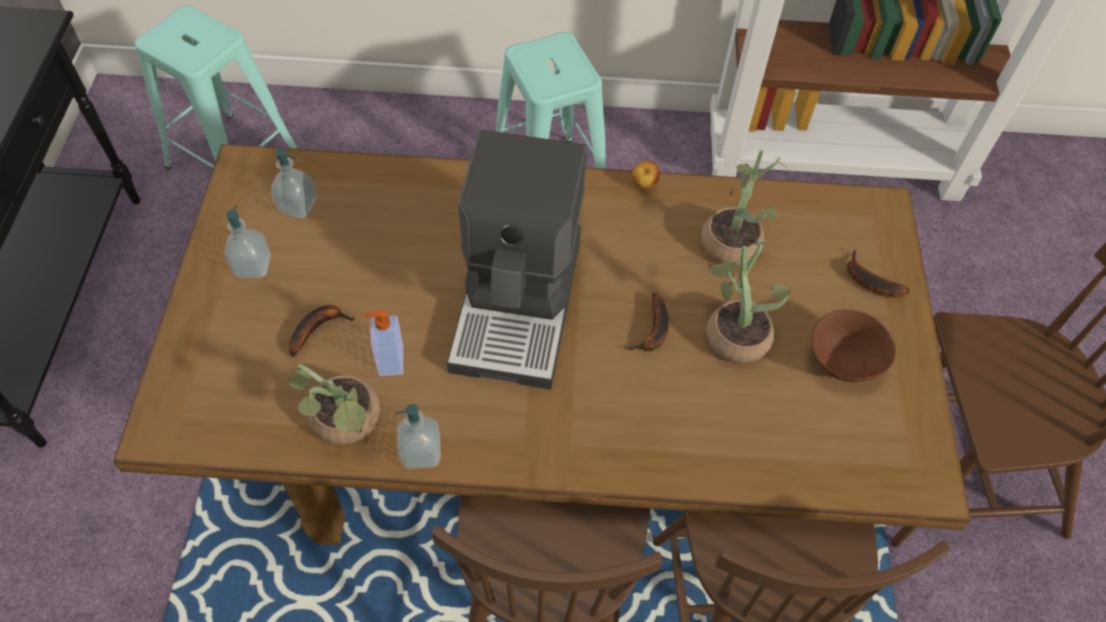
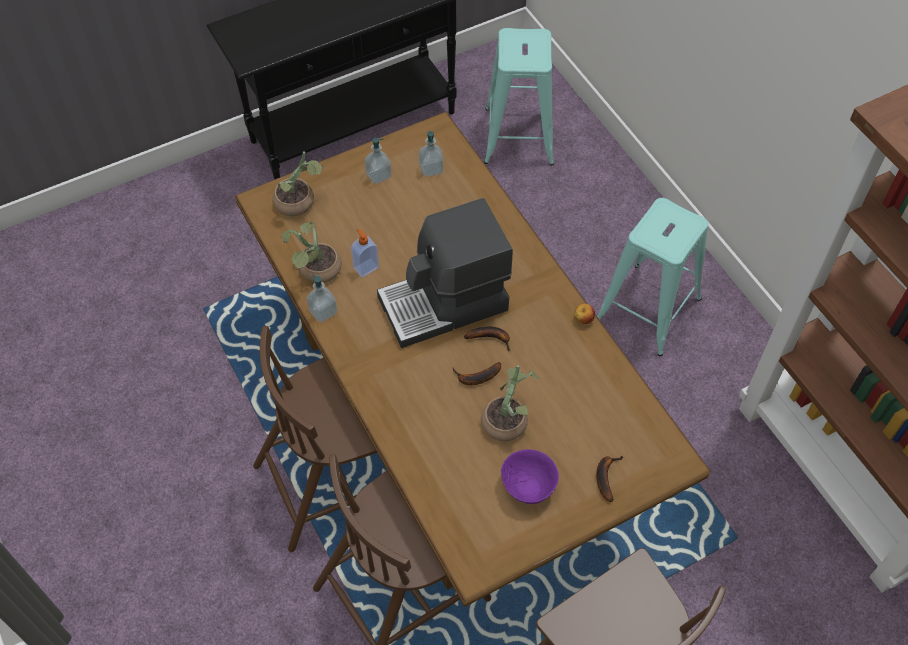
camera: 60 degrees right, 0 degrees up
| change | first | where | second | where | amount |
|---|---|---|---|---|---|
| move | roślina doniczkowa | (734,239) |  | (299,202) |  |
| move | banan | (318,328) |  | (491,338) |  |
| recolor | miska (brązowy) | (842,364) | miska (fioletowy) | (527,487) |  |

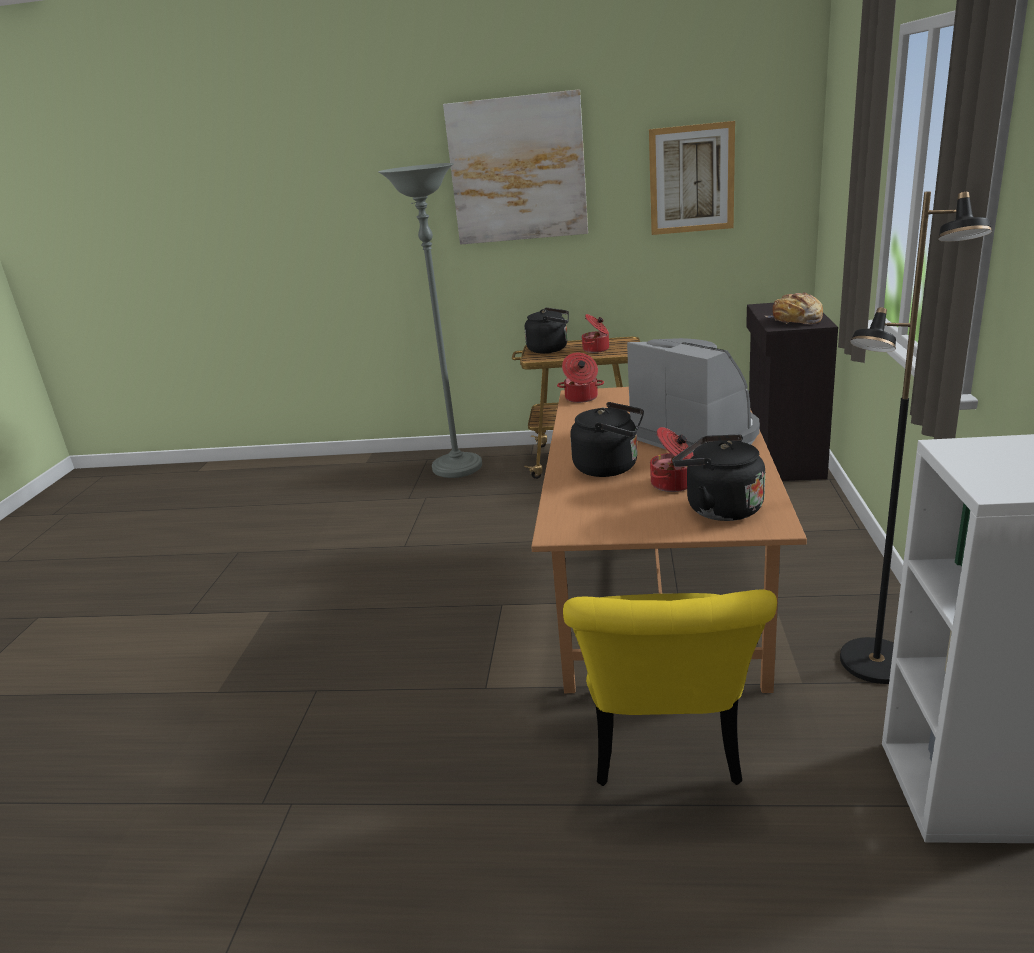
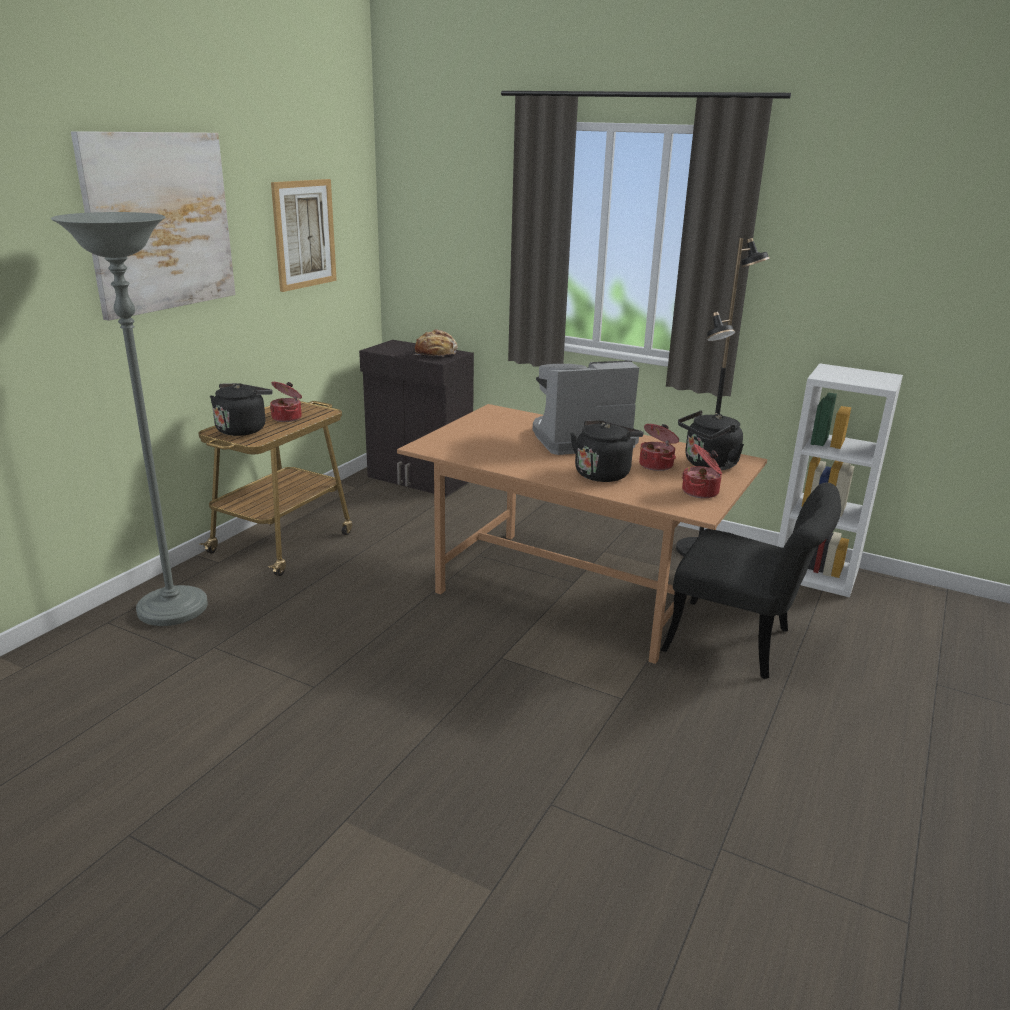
camera: 70 degrees left, 0 degrees up
| change | first | where | second | where | amount |
|---|---|---|---|---|---|
| recolor | krzesło (żółty) | (665,749) | krzesło (czarny) | (741,643) |  |
| move | garnek | (581,398) |  | (701,492) |  |

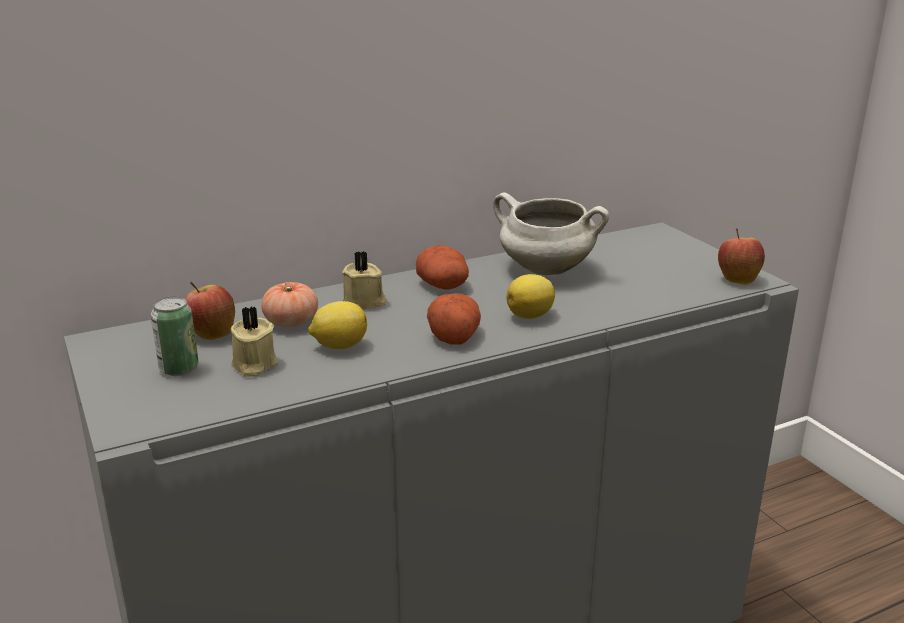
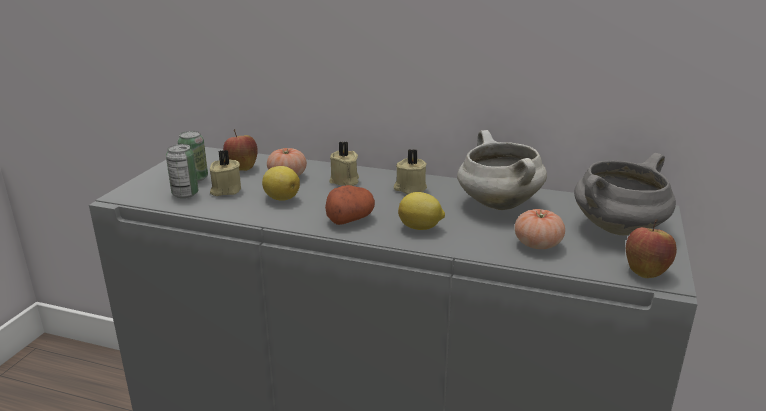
camera: 45 degrees right, 0 degrees up
| change | first | where | second | where | amount |
|---|---|---|---|---|---|
| insert |  |  | puszka | (185,194) |  |
| replace | ziemniak | (444,286) | świeca (beżowy) | (409,188) |  |
| insert |  |  | pomidor | (537,244) |  |
| insert |  |  | garnek (szary) | (618,229) |  |

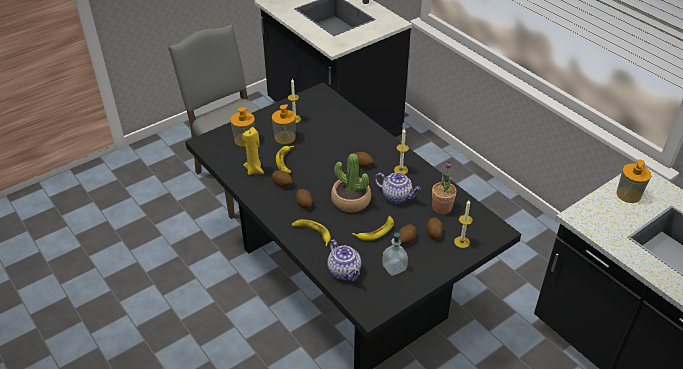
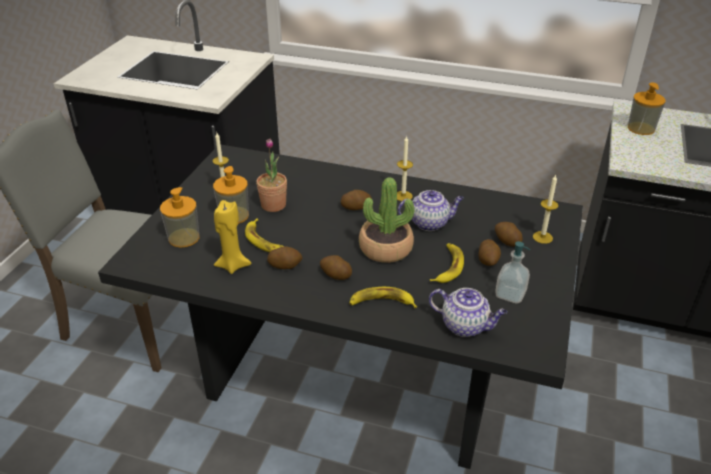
camera: 35 degrees left, 5 degrees down
| change | first | where | second | where | amount |
|---|---|---|---|---|---|
| move | roślina doniczkowa | (442,207) |  | (273,205) |  |

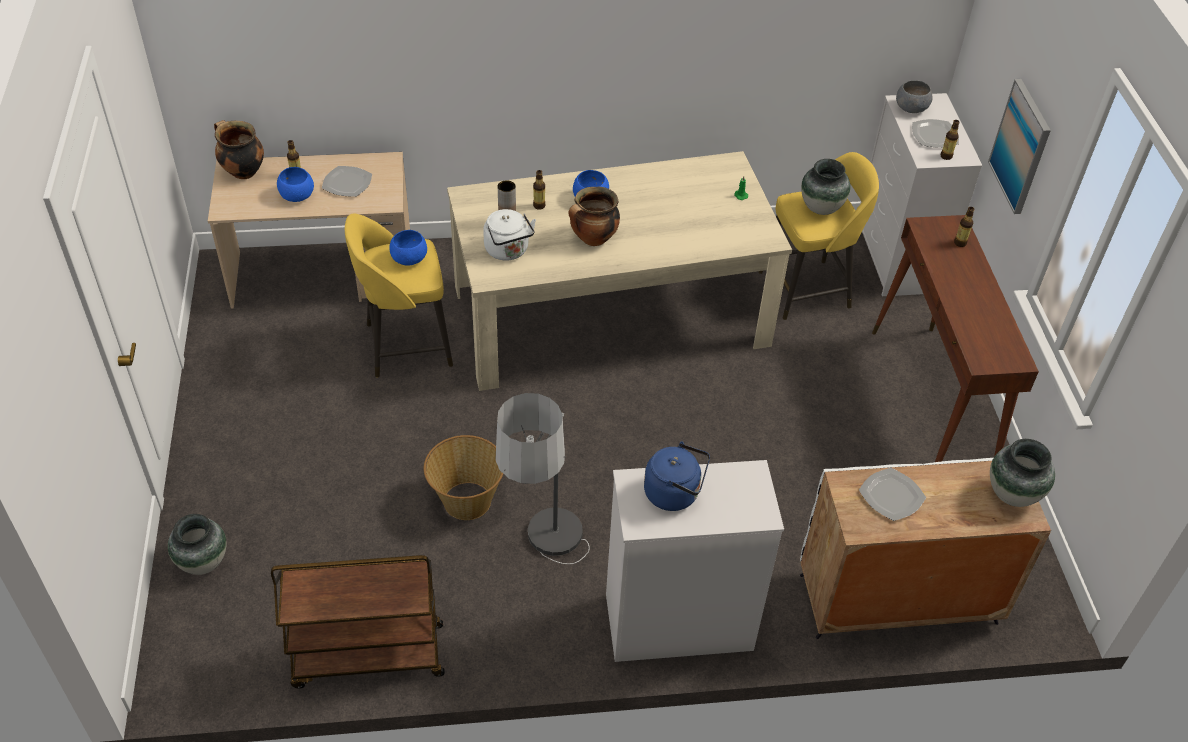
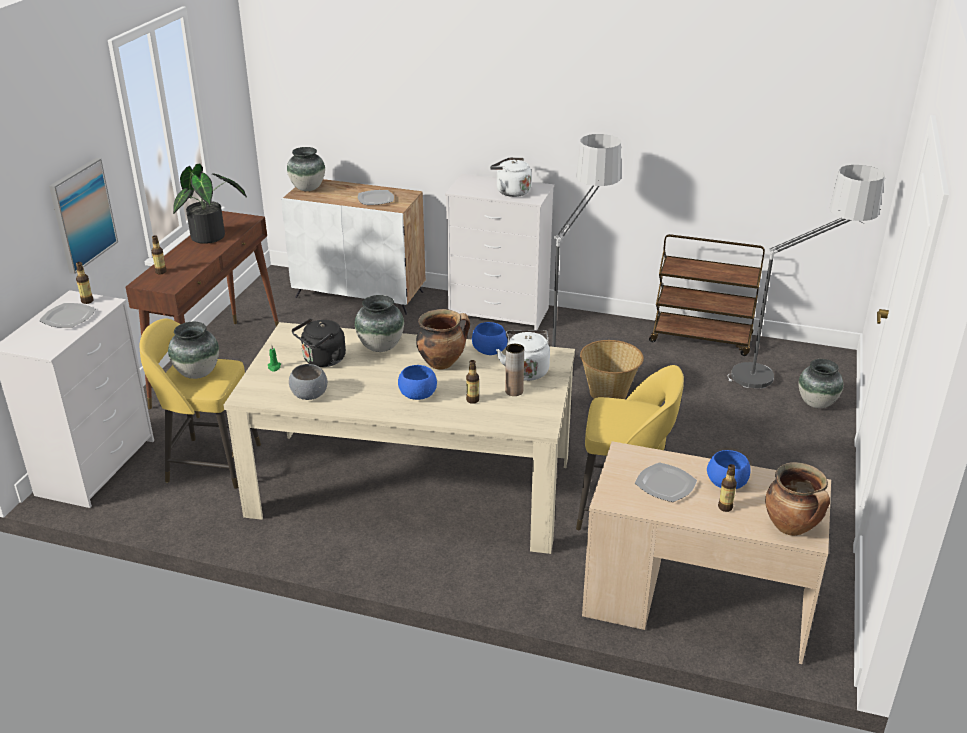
camera: 155 degrees left, 15 degrees down
| change | first | where | second | where | amount |
|---|---|---|---|---|---|
| insert |  |  | roślina doniczkowa | (212,237) |  |
| move | miska (szary) | (910,108) |  | (309,395) |  |
| insert |  |  | czajnik (czarny) | (322,360) |  |
| insert |  |  | wazon | (381,347) |  |
| move | miska (niebieski) | (408,258) |  | (489,351) |  |
| recolor | czajnik (niebieski) | (675,493) | czajnik (biały) | (511,191) |  |
| insert |  |  | lampa stojąca | (784,376) |  |

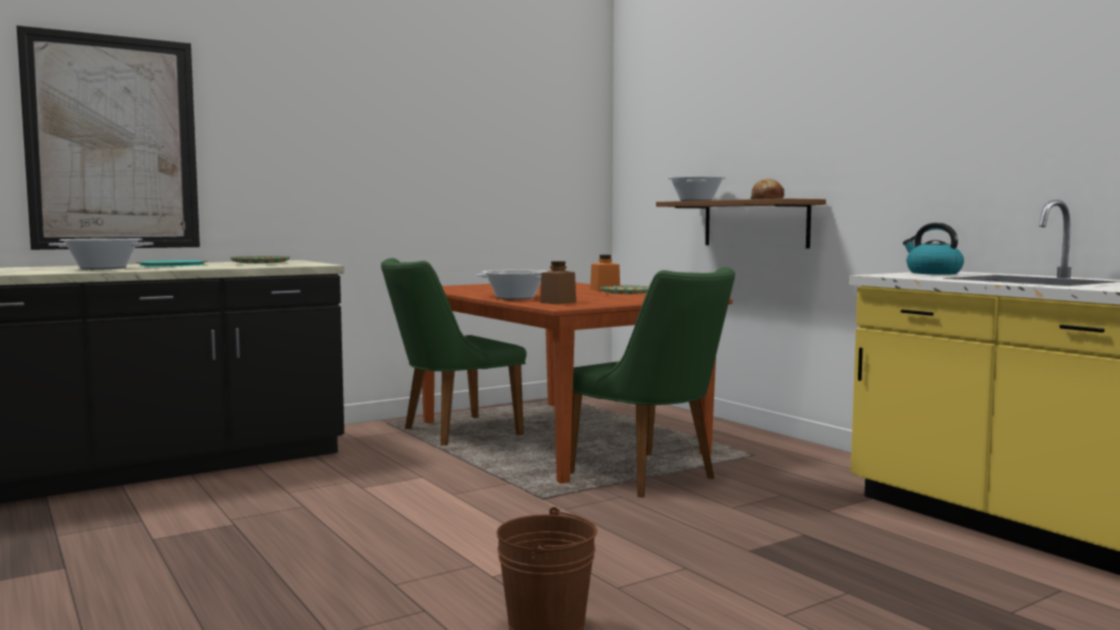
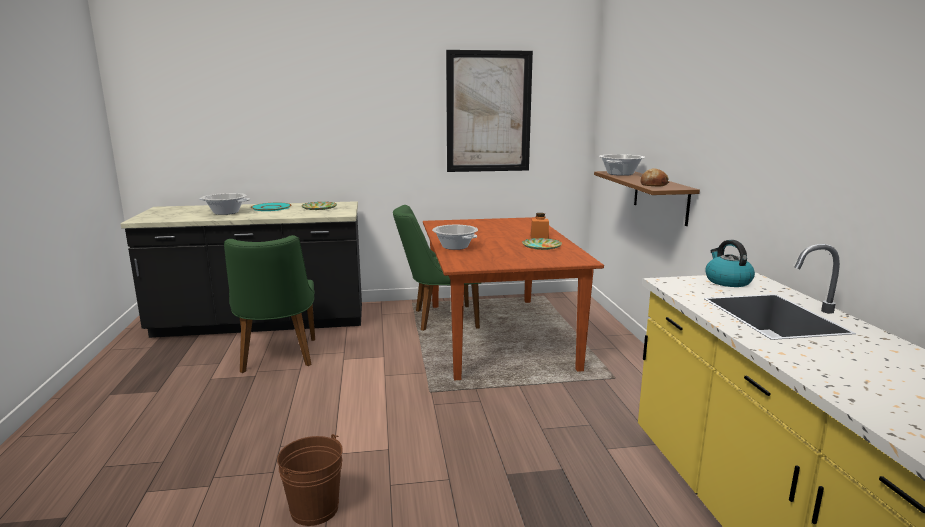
camera: 25 degrees right, 10 degrees up
| change | first | where | second | where | amount |
|---|---|---|---|---|---|
| move | krzesło (zielony) | (651,478) |  | (277,358) |  |
| move | obraz | (113,143) |  | (488,112) |  |
| delete | słoik (brązowy) | (558,302) |  |  |  |

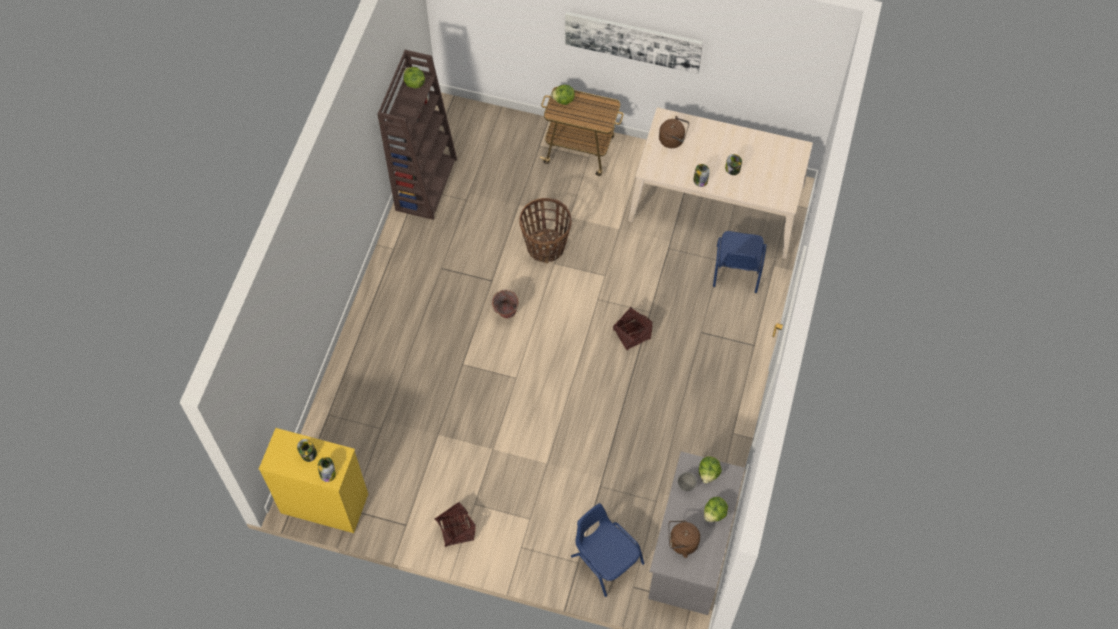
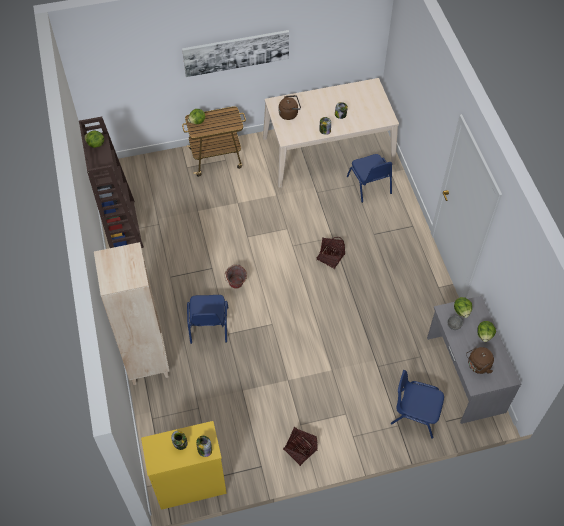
camera: 30 degrees left, 5 degrees down
| change | first | where | second | where | amount |
|---|---|---|---|---|---|
| insert |  |  | regał (beżowy) | (147,362) |  |
| insert |  |  | krzesło (niebieski) | (208,326) |  |
| delete | koszyk | (546,246) |  |  |  |

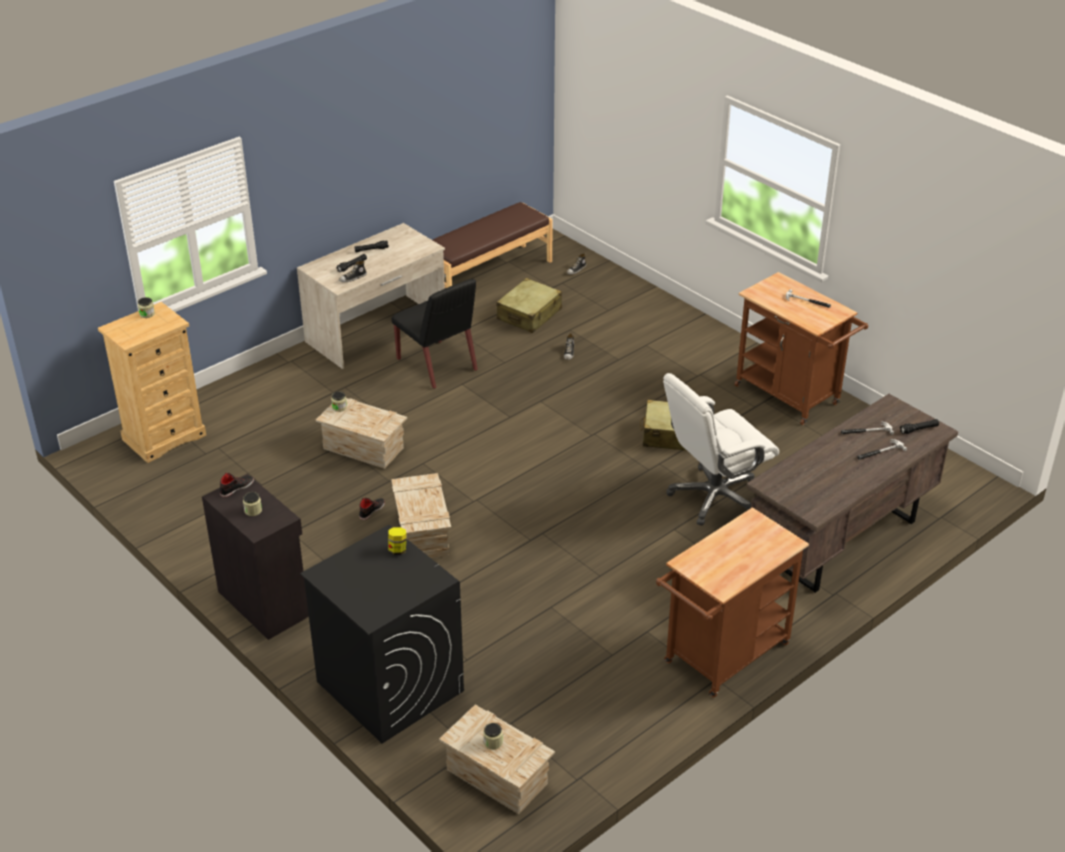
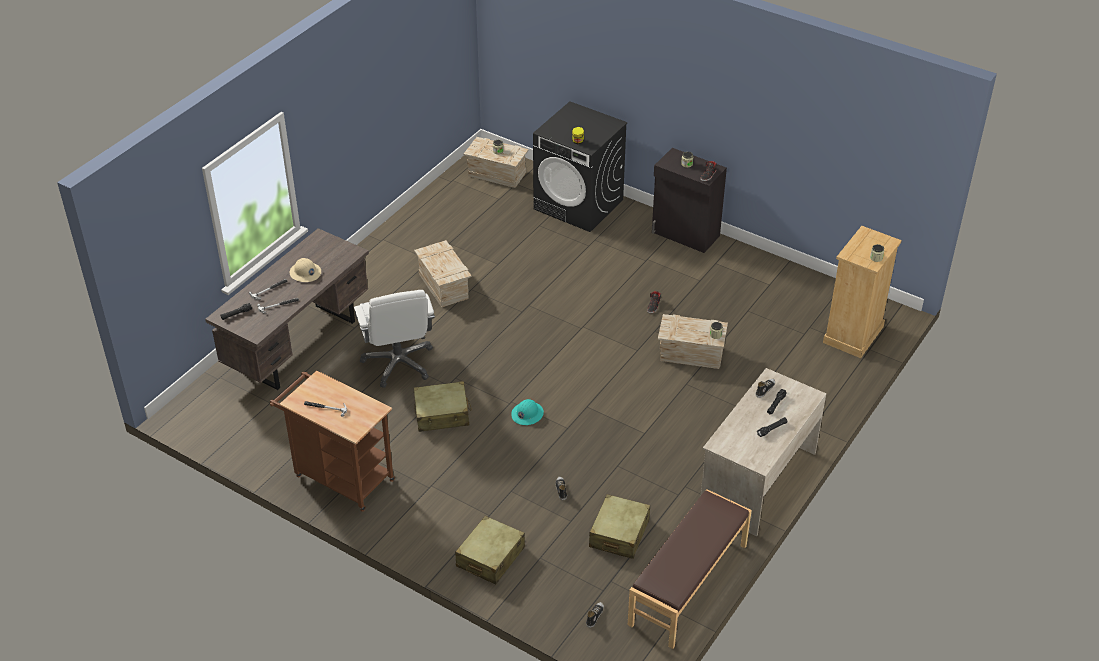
camera: 165 degrees right, 5 degrees up
| change | first | where | second | where | amount |
|---|---|---|---|---|---|
| insert |  |  | kask (beżowy) | (305,273) |  |
| rotate | krzesło biurowe (biały) | (714,497) |  | (399,363) | 120 degrees clockwise |
| move | skrzynka | (423,534) |  | (443,286) |  |
| insert |  |  | walizka (beżowy) | (490,557) |  |
| insert |  |  | kask (turkusowy) | (527,414) |  |
| delete | krzesło (czarny) | (437,365) |  |  |  |
| delete | wózek (brązowy) | (721,658) |  |  |  |

